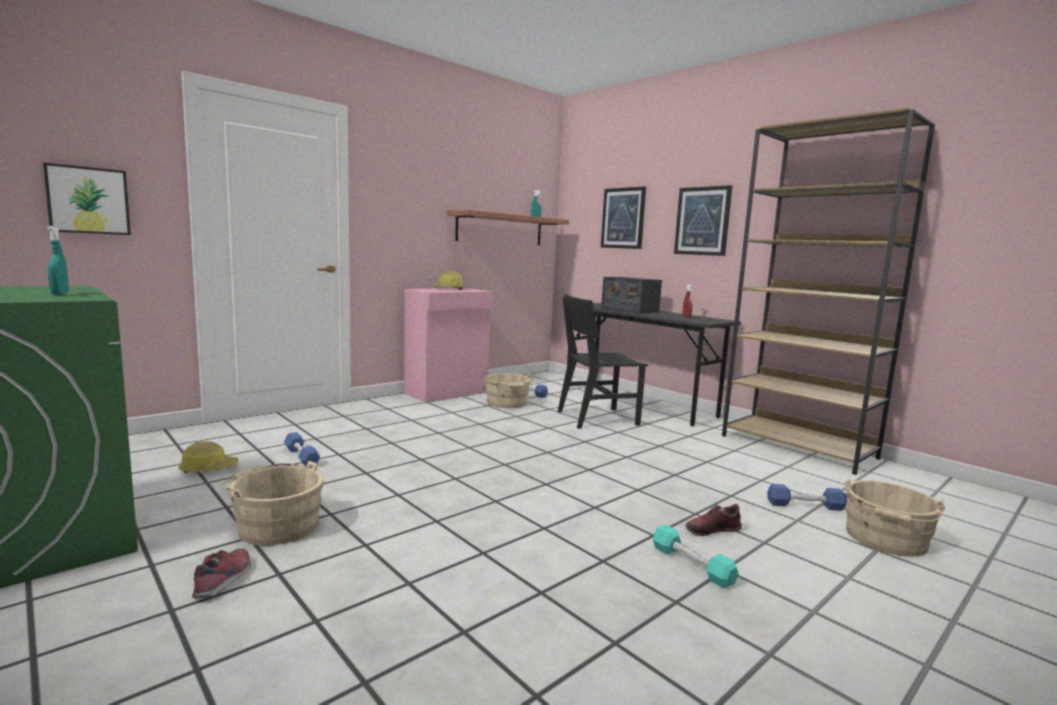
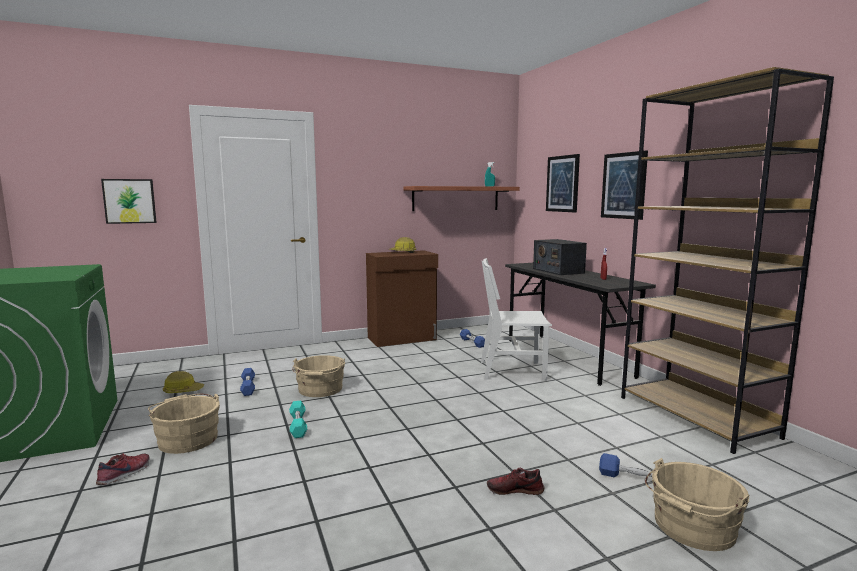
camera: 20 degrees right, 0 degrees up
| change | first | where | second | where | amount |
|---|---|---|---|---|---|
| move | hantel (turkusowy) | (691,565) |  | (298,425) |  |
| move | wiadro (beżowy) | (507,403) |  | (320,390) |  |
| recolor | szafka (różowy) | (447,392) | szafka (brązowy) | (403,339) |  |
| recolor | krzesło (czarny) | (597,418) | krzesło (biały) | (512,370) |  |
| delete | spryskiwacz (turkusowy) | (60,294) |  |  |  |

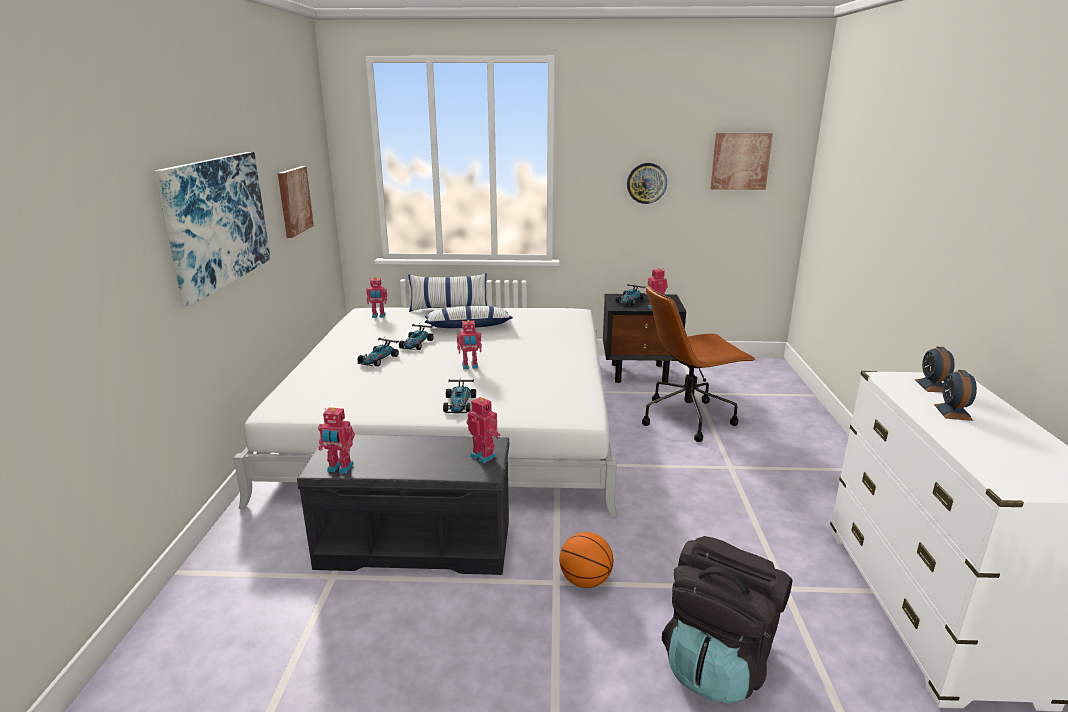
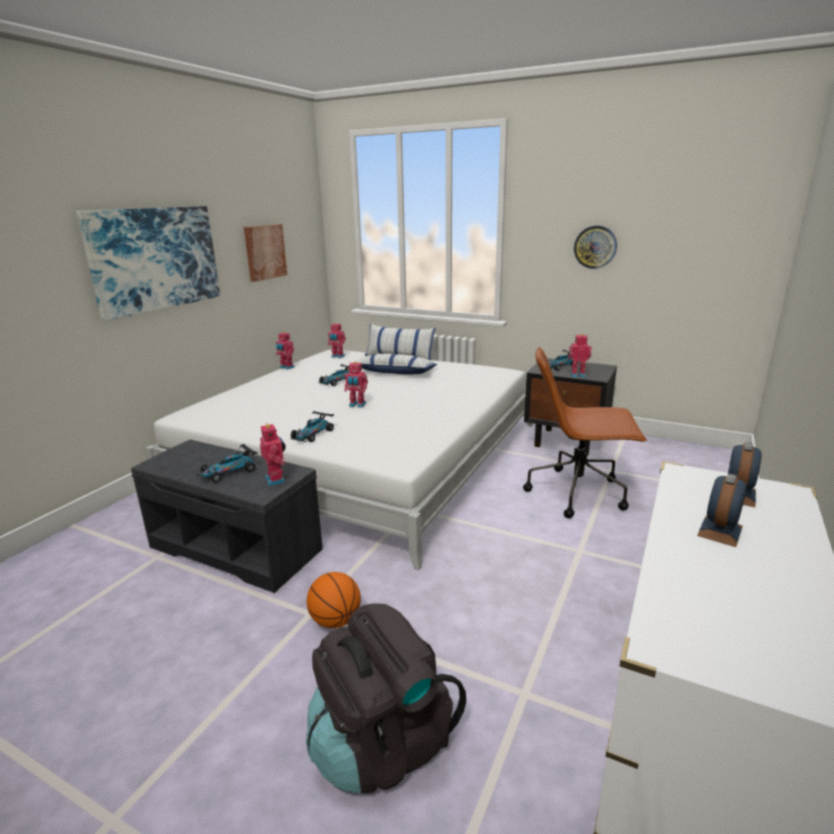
camera: 25 degrees right, 0 degrees up
| change | first | where | second | where | amount |
|---|---|---|---|---|---|
| move | samochodzik | (378,359) |  | (229,471) |  |
| move | robot zabawkowy | (339,468) |  | (286,367) |  |
| delete | obraz | (740,161) |  |  |  |

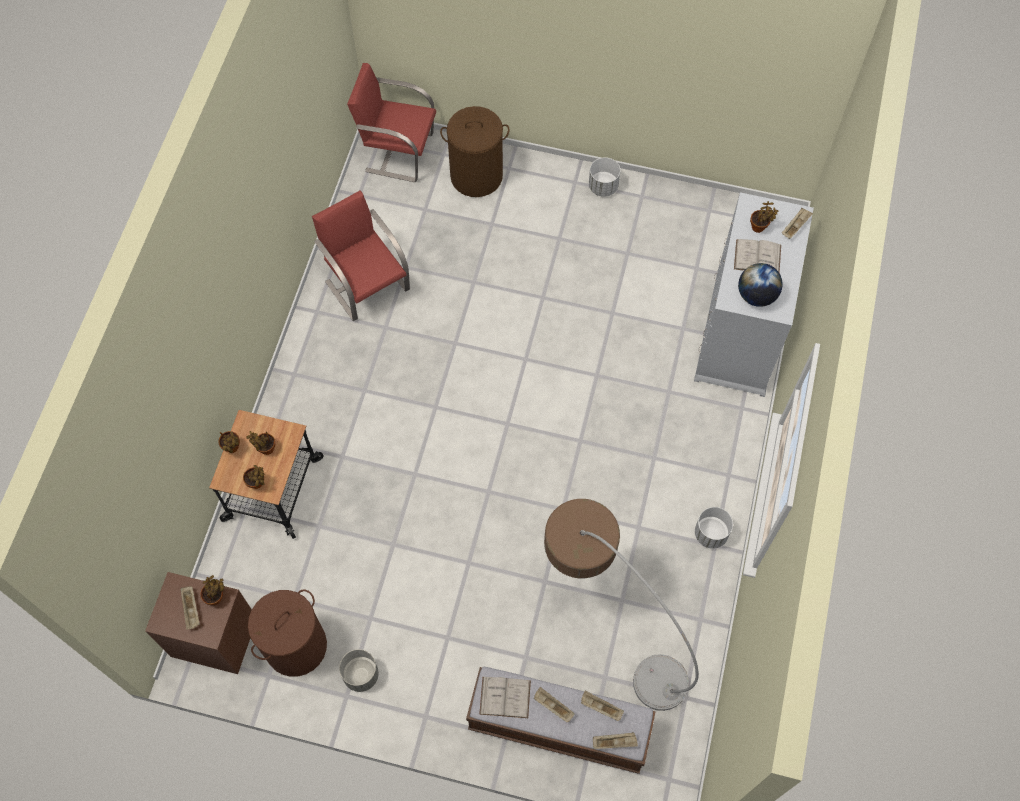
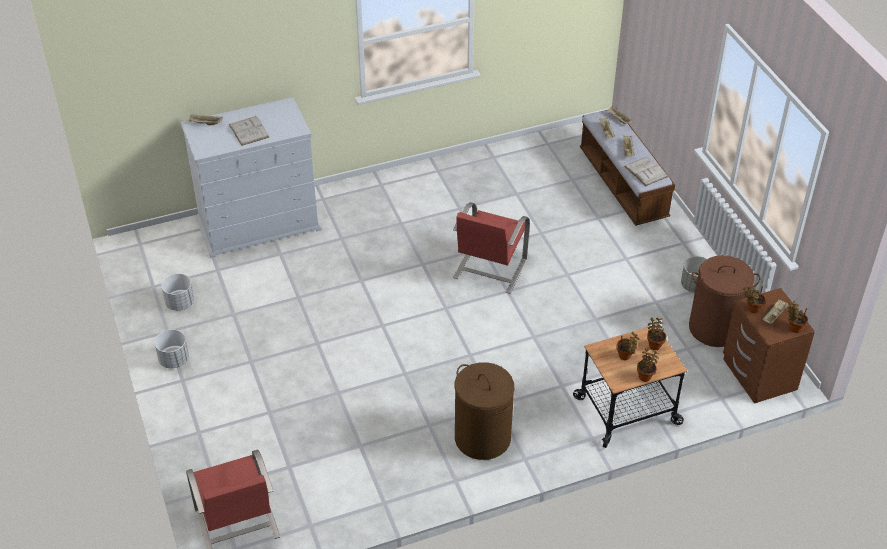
camera: 125 degrees left, 20 degrees down
| change | first | where | second | where | amount |
|---|---|---|---|---|---|
| move | donica (biały) | (711,534) |  | (180,303) |  |
| move | krzesło (czerwony) | (367,284) |  | (489,270) |  |
| move | kosz na pranie (brązowy) | (476,175) |  | (482,438) |  |
| move | roślina doniczkowa | (759,227) |  | (794,328) |  |
| delete | lampa stojąca | (609,626) |  |  |  |
| delete | globus | (756,295) |  |  |  |

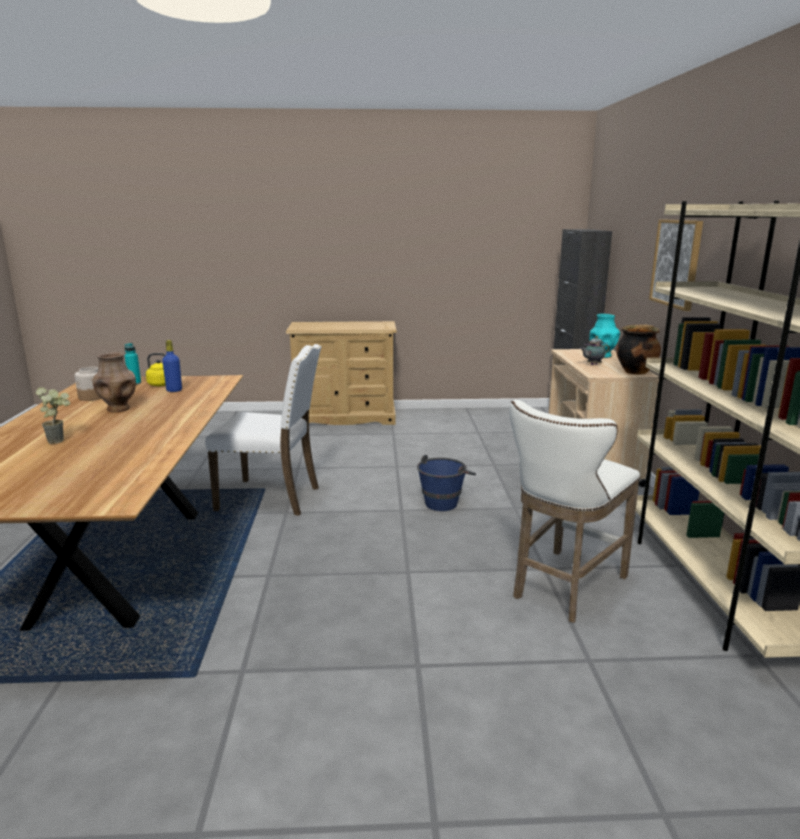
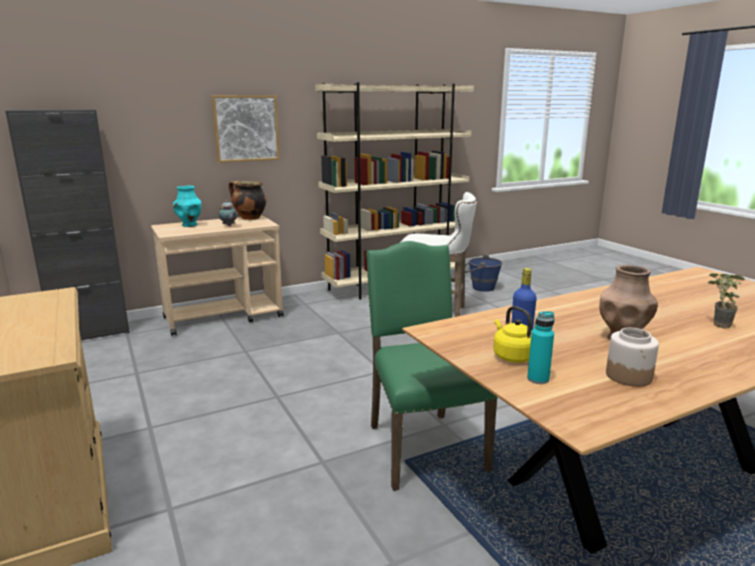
camera: 115 degrees left, 0 degrees up
| change | first | where | second | where | amount |
|---|---|---|---|---|---|
| recolor | krzesło (biały) | (271,498) | krzesło (zielony) | (422,446) |  |
| move | wiadro (niebieski) | (445,501) |  | (478,287) |  |

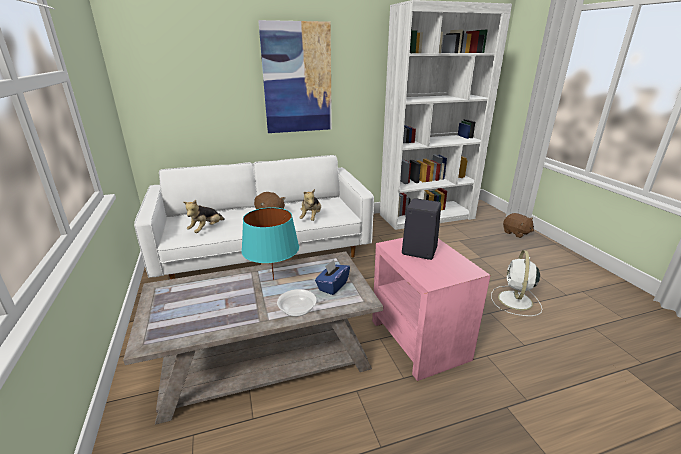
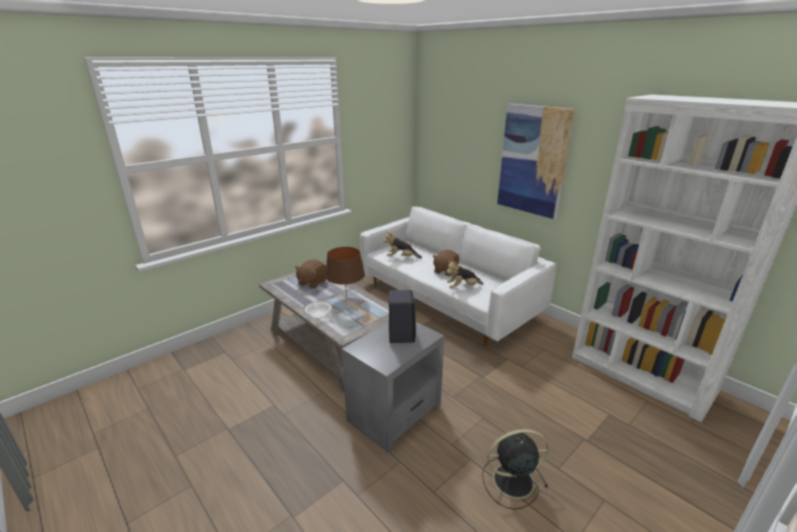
camera: 65 degrees right, 0 degrees up
| change | first | where | second | where | amount |
|---|---|---|---|---|---|
| move | pluszak (brązowy) | (516,233) |  | (312,282) |  |
| recolor | lampa stołowa (turkusowy) | (273,280) | lampa stołowa (brązowy) | (346,297) |  |
| recolor | stolik (różowy) | (419,339) | stolik (szary) | (395,412) |  |
| recolor | wentylator (biały) | (515,301) | wentylator (czarny) | (511,481) |  |
| delete | pudełko chusteczek (niebieski) | (332,286) |  |  |  |

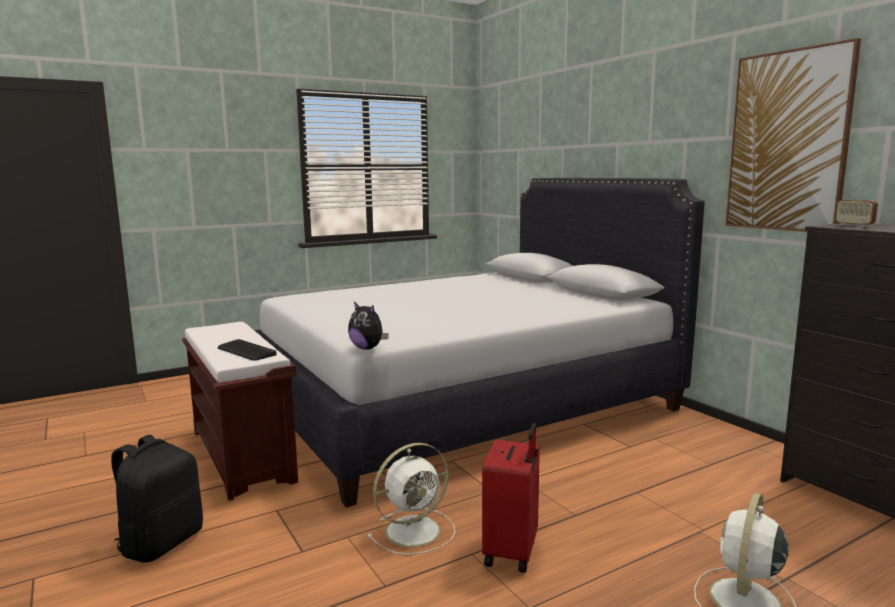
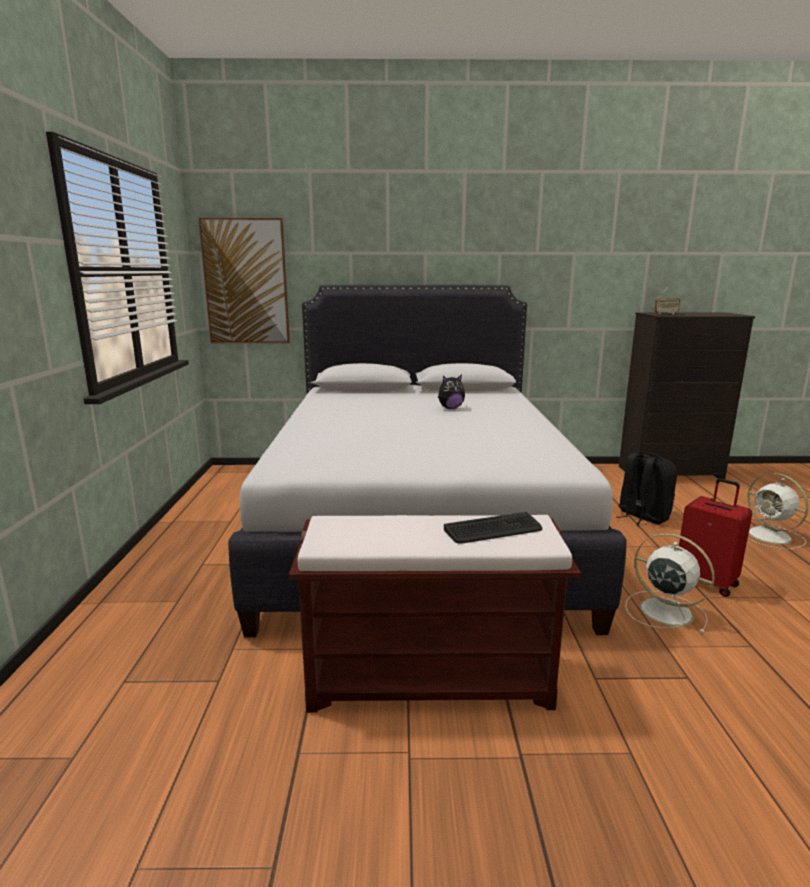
camera: 60 degrees left, 5 degrees up
| change | first | where | second | where | amount |
|---|---|---|---|---|---|
| move | obraz | (788,141) |  | (246,282) |  |
| move | pluszak | (368,348) |  | (450,408) |  |
| move | plecak (czarny) | (161,542) |  | (642,516) |  |
| rotate | wentylator (biały) | (415,530) |  | (663,611) | 45 degrees counterclockwise |

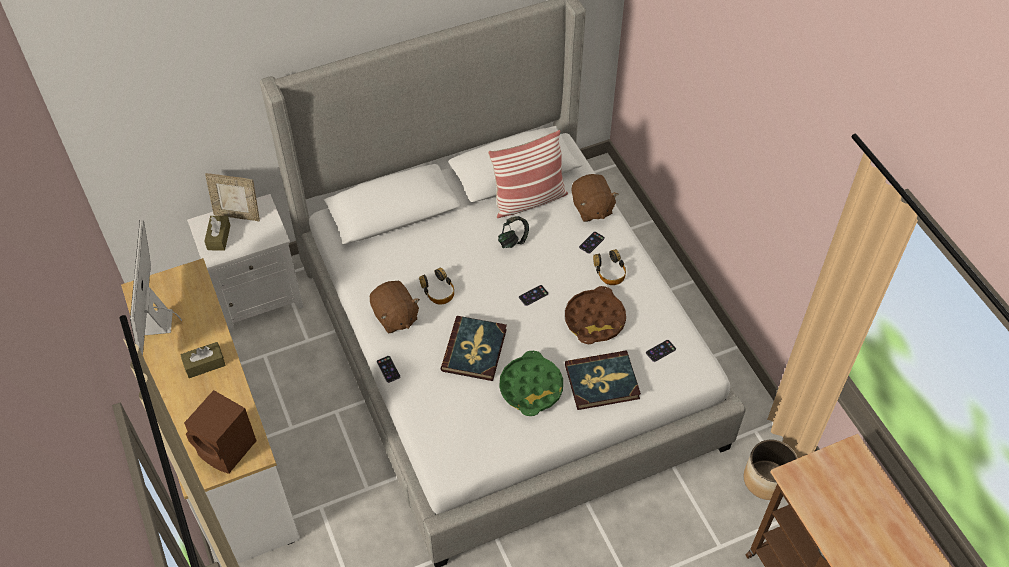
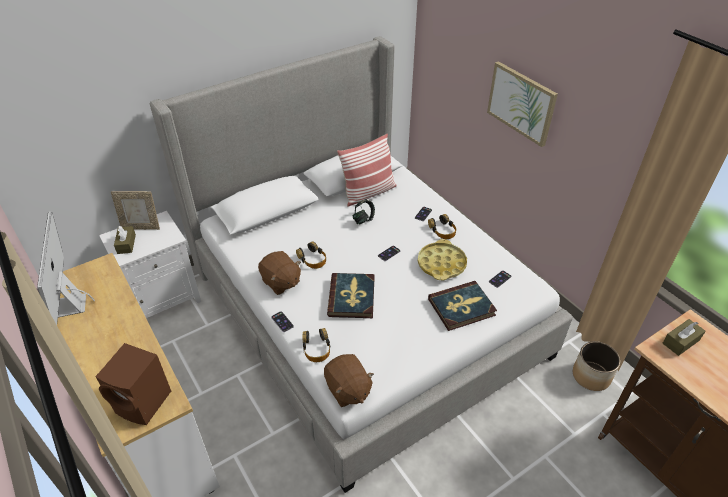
camera: 10 degrees left, 10 degrees down
| change | first | where | second | where | amount |
|---|---|---|---|---|---|
| insert |  |  | słuchawki | (316,348) |  |
| move | pluszak (brązowy) | (591,208) |  | (347,390) |  |
| recolor | taca (brązowy) | (595,319) | taca (żółty) | (441,264) |  |
| insert |  |  | obraz | (521,103) |  |
| move | pudełko chusteczek (brązowy) | (204,364) |  | (681,342) |  |
| delete | taca (zielony) | (531,387) |  |  |  |

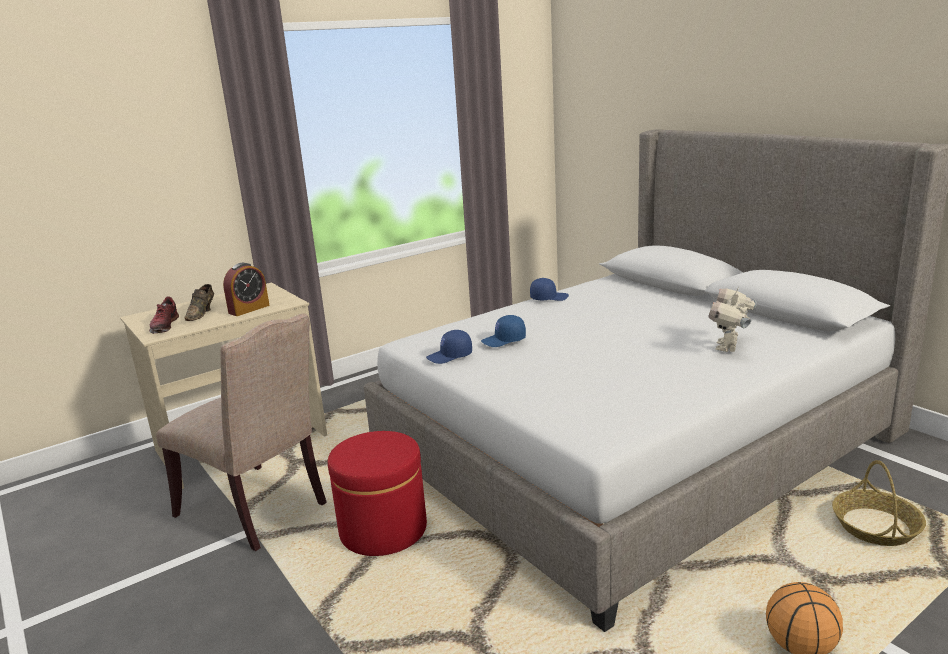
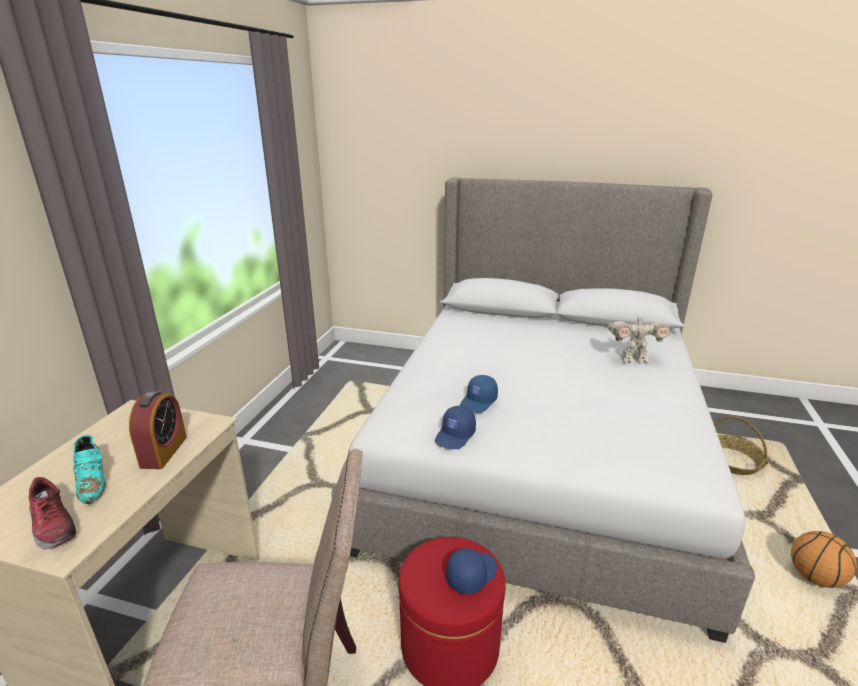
camera: 40 degrees left, 5 degrees up
| change | first | where | second | where | amount |
|---|---|---|---|---|---|
| recolor | but (brązowy) | (202,314) | but (turkusowy) | (93,482) |  |
| move | czapka z daszkiem (niebieski) | (549,298) |  | (471,574) |  |
| rotate | robot zabawkowy | (729,347) |  | (633,360) | 75 degrees counterclockwise |

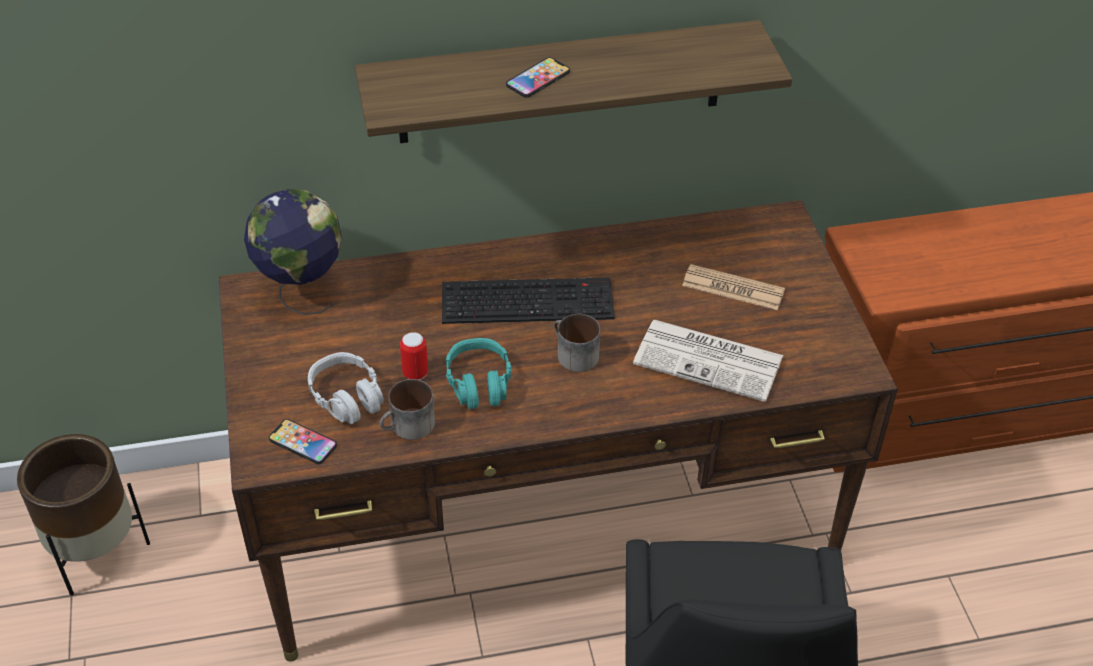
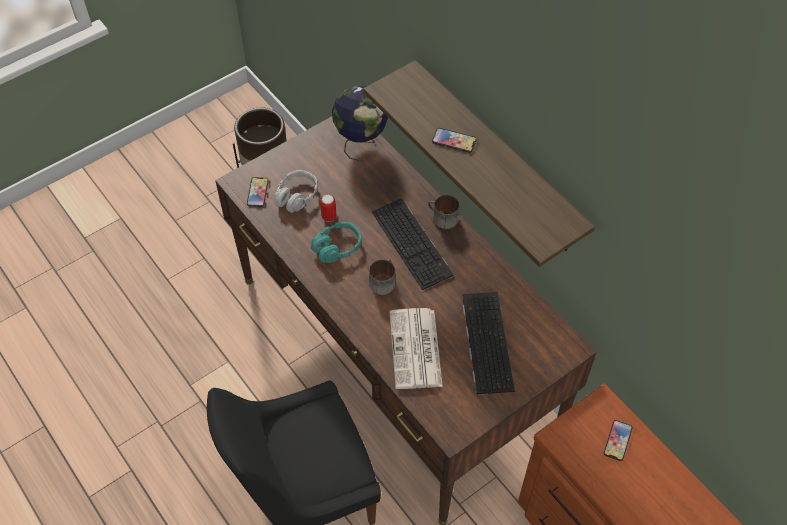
camera: 65 degrees right, 10 degrees up
| change | first | where | second | where | amount |
|---|---|---|---|---|---|
| move | kubek | (408,427) |  | (442,218) |  |
| replace | gazeta | (733,288) | klawiatura | (485,341) |  |
| insert |  |  | telefon | (617,440) |  |

